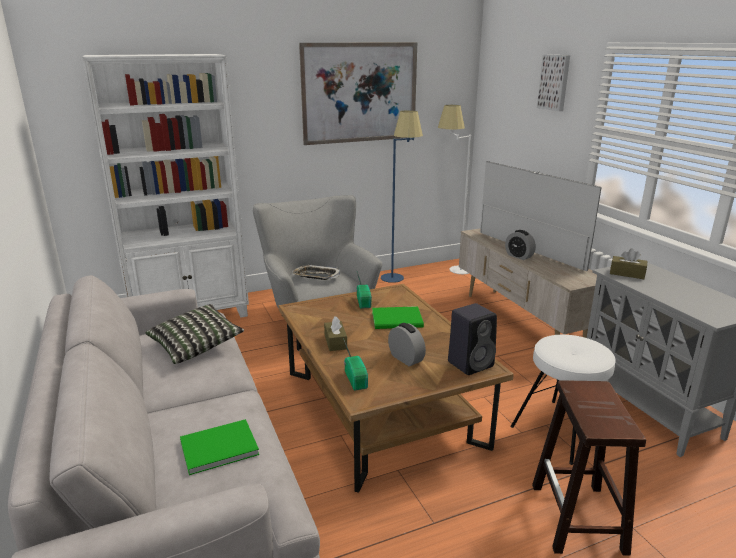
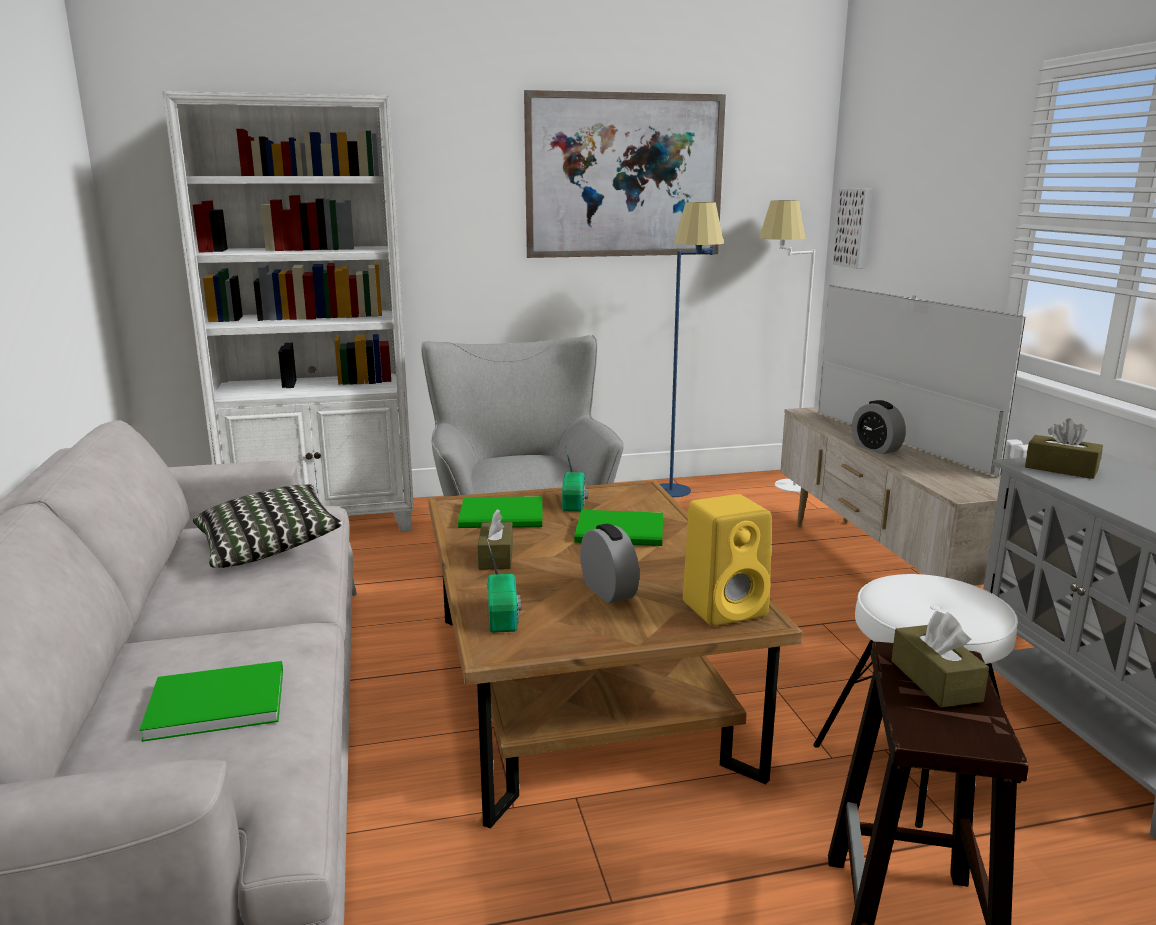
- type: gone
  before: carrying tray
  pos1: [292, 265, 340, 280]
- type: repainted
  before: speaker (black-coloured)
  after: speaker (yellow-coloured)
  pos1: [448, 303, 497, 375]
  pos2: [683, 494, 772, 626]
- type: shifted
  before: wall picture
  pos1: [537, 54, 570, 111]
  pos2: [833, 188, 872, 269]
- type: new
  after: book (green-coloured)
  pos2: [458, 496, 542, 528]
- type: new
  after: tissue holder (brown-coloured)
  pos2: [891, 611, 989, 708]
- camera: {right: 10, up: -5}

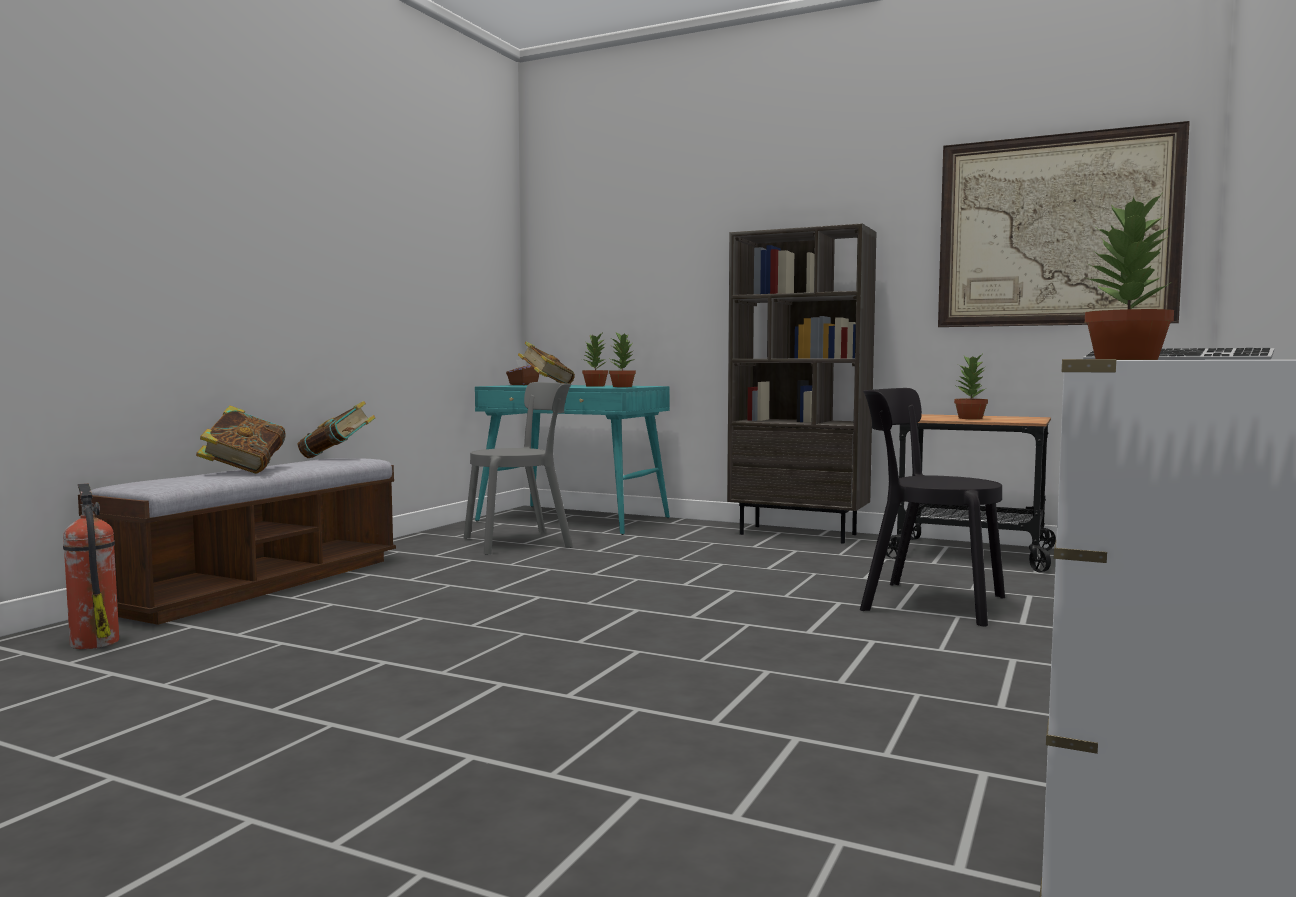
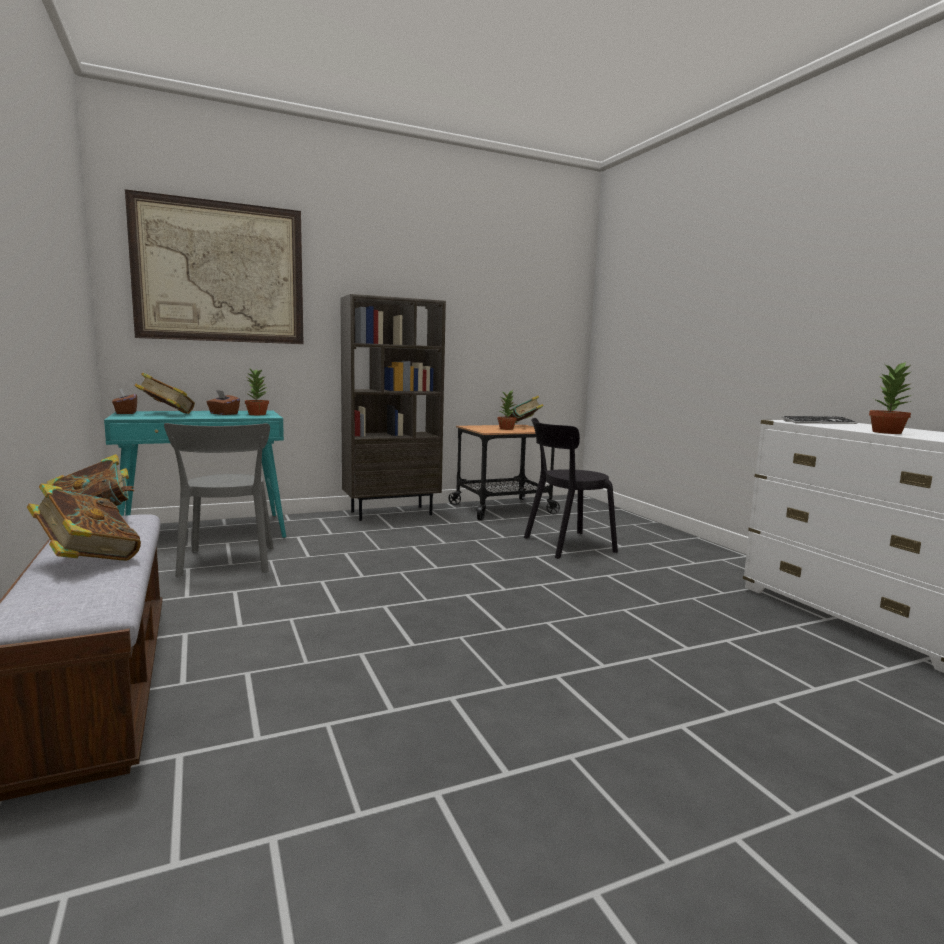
- type: gone
  before: fire extinguisher
  pos1: [63, 483, 119, 649]
- type: rotated
  before: chair (gray)
  pos1: [464, 382, 573, 555]
  pos2: [164, 423, 274, 577]
  turn: 150
- type: swapped
  before: houseplant
  after: tissue holder (brown-coloured)
  pos1: [582, 333, 608, 387]
  pos2: [207, 390, 240, 415]
- type: shifted
  before: wall picture
  pos1: [938, 121, 1190, 327]
  pos2: [125, 189, 304, 344]
- type: new
  after: book
  pos2: [505, 396, 544, 423]
- camera: {right: -50, up: 5}

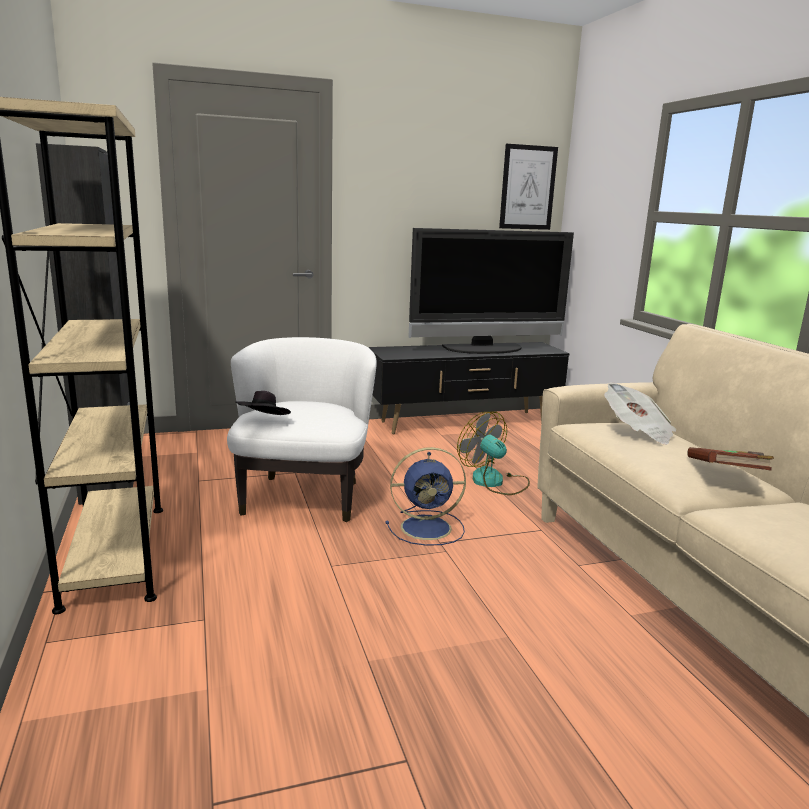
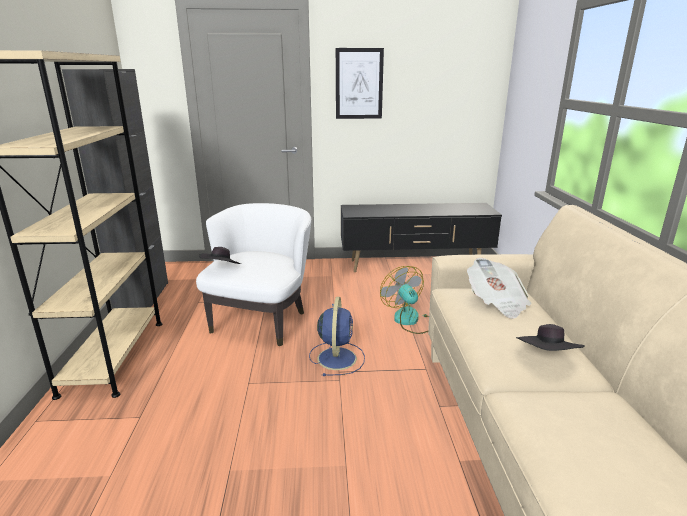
- type: rotated
  before: fan (bluish)
  pos1: [385, 447, 466, 546]
  pos2: [309, 297, 365, 376]
  turn: -90
- type: gone
  before: television
  pos1: [409, 228, 574, 354]
- type: shifted
  before: wall picture
  pos1: [499, 144, 558, 230]
  pos2: [336, 48, 384, 119]
- type: swapped
  before: book (brown-coloured)
  after: clothing hat (black-coloured)
  pos1: [687, 447, 774, 471]
  pos2: [516, 324, 585, 351]
- camera: {right: 15, up: 5}

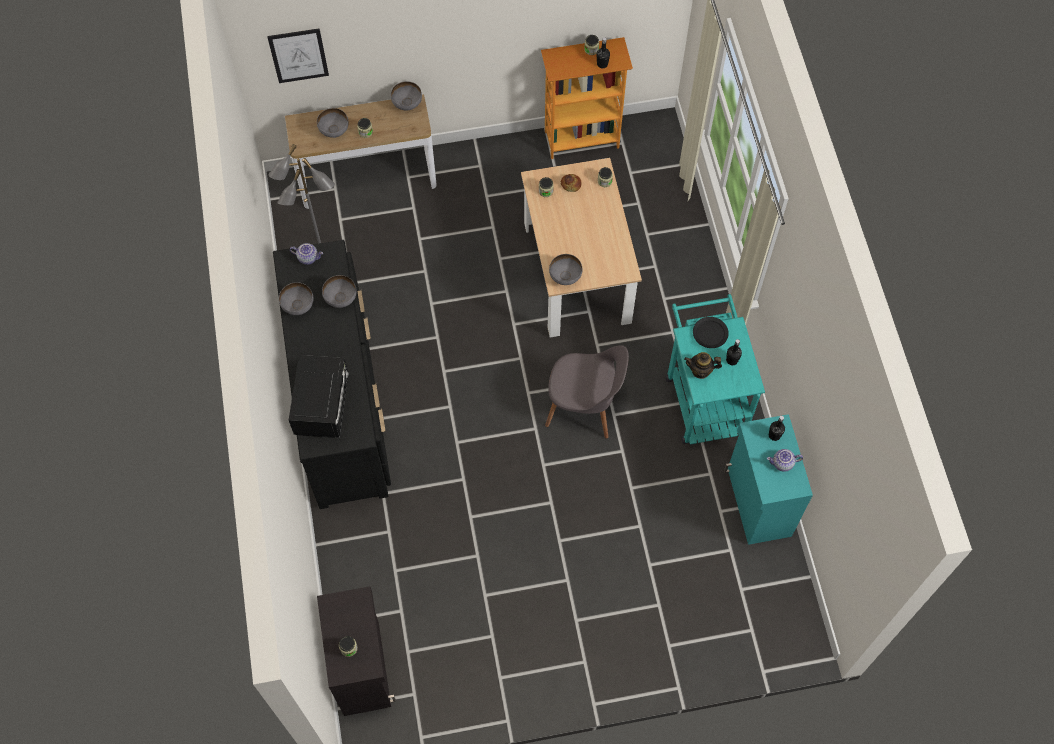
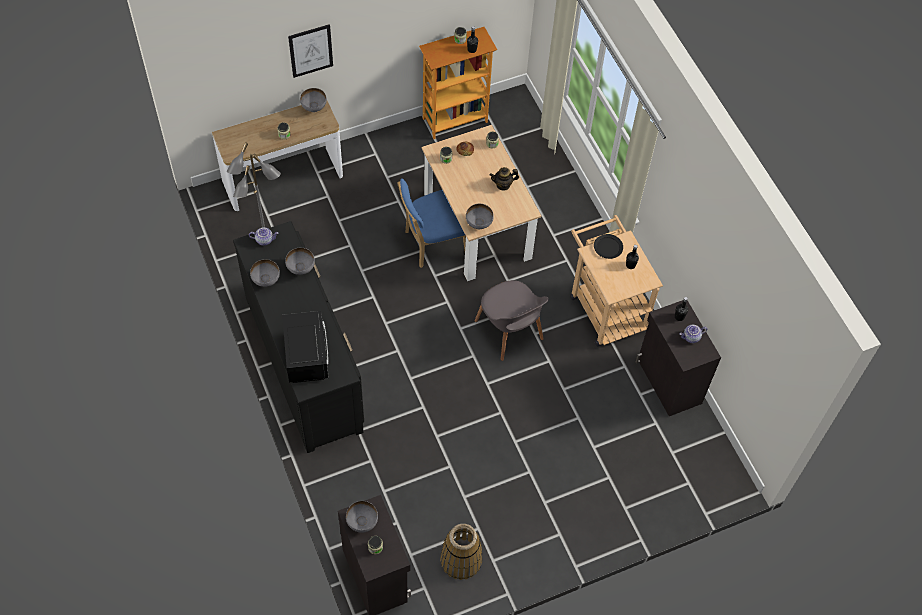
- type: shifted
  before: wall picture
  pos1: [267, 28, 329, 83]
  pos2: [288, 24, 333, 78]
- type: shifted
  before: bowl (gray)
  pos1: [317, 108, 349, 138]
  pos2: [346, 501, 378, 533]
- type: rotated
  before: chair (gray)
  pos1: [545, 345, 629, 439]
  pos2: [474, 280, 549, 361]
  turn: 60
- type: repainted
  before: wheeled cart (turquoise-coloured)
  after: wheeled cart (beige)
  pos1: [665, 294, 765, 444]
  pos2: [570, 215, 663, 346]
- type: shifted
  before: teapot
  pos1: [684, 352, 722, 379]
  pos2: [490, 167, 519, 191]
- type: repainted
  before: cabinet (turquoise-coloured)
  after: cabinet (black-coloured)
  pos1: [724, 414, 813, 545]
  pos2: [636, 300, 721, 416]
- type: new
  after: chair (bluish)
  pos2: [398, 178, 466, 268]
- type: new
  after: storage basket
  pos2: [440, 524, 482, 580]
- camera: {right: -15, up: -5}

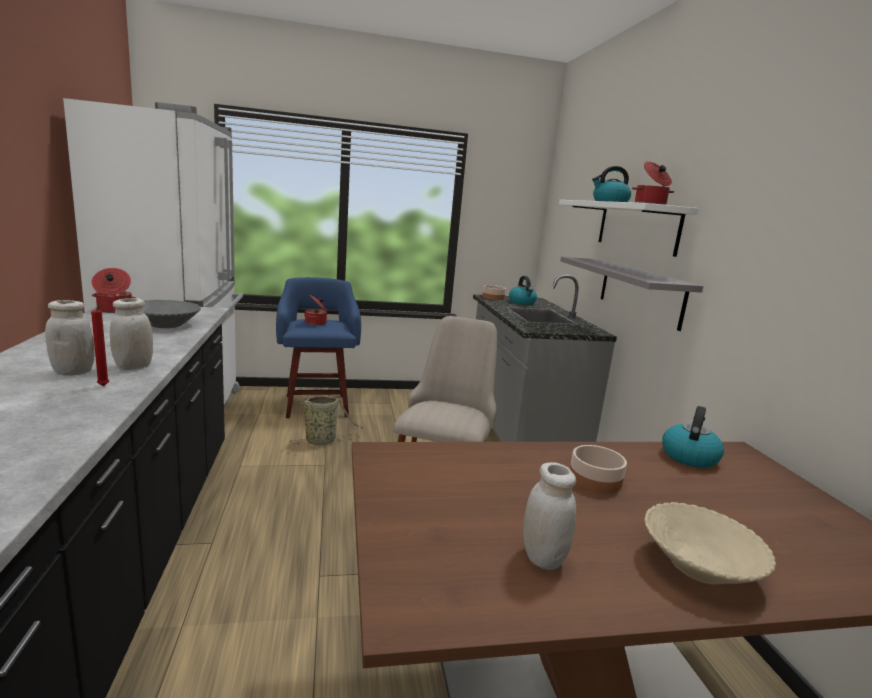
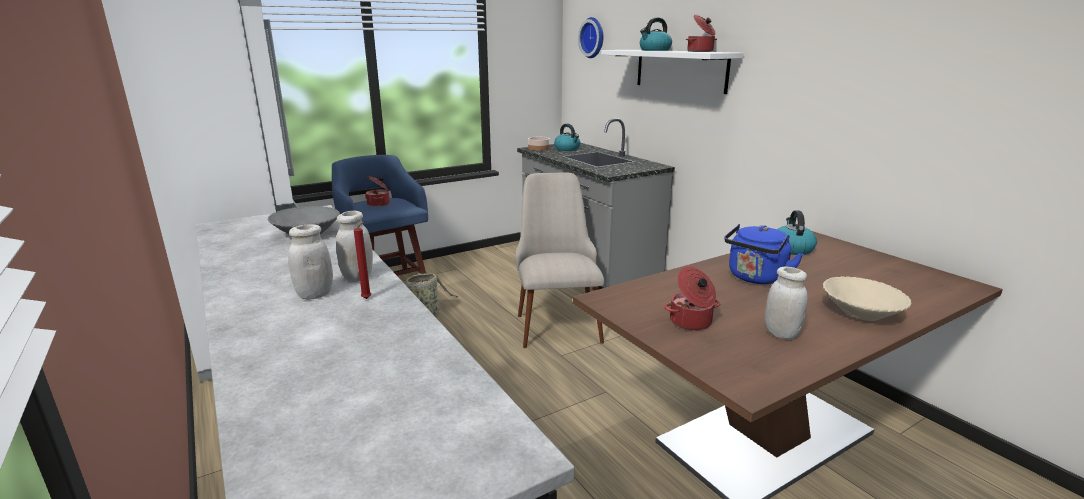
- type: shifted
  before: saucepot
  pos1: [92, 268, 135, 313]
  pos2: [664, 266, 720, 330]
- type: gone
  before: shelf (gray)
  pos1: [560, 257, 703, 331]
- type: swapped
  before: bowl
  after: tea kettle (bluish)
  pos1: [570, 445, 627, 493]
  pos2: [724, 224, 803, 284]
- type: new
  after: wall clock
  pos2: [578, 17, 604, 58]
- camera: {right: -20, up: 5}

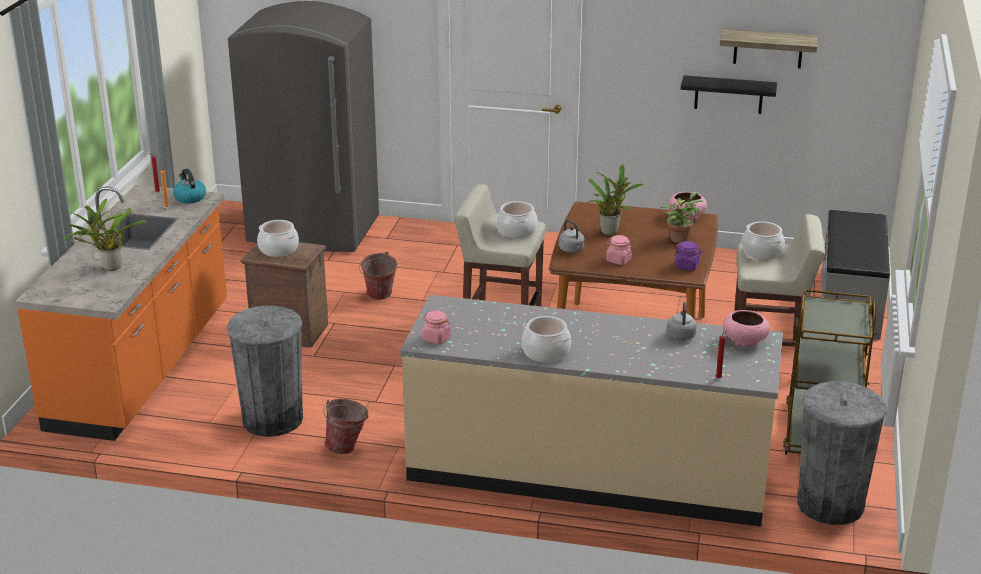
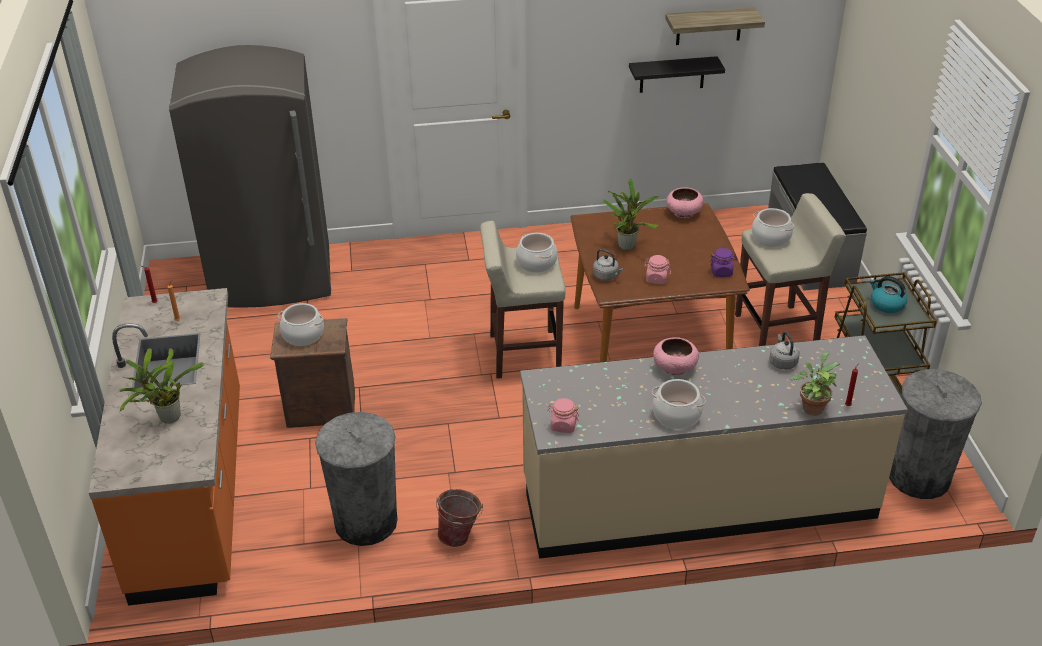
- type: shifted
  before: tea kettle
  pos1: [173, 169, 206, 204]
  pos2: [870, 276, 907, 313]
- type: gone
  before: bucket
  pos1: [359, 252, 397, 300]
- type: shifted
  before: houseplant
  pos1: [660, 191, 703, 243]
  pos2: [790, 351, 839, 416]
- type: shifted
  before: bowl (pinkish)
  pos1: [723, 310, 770, 347]
  pos2: [653, 337, 699, 375]
- camera: {right: -20, up: 10}

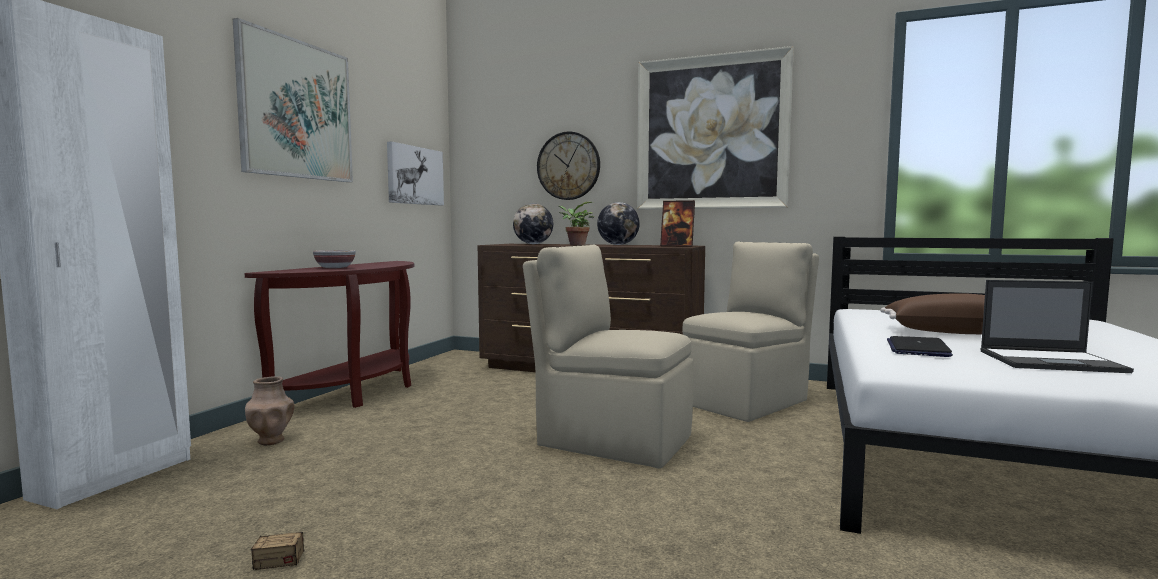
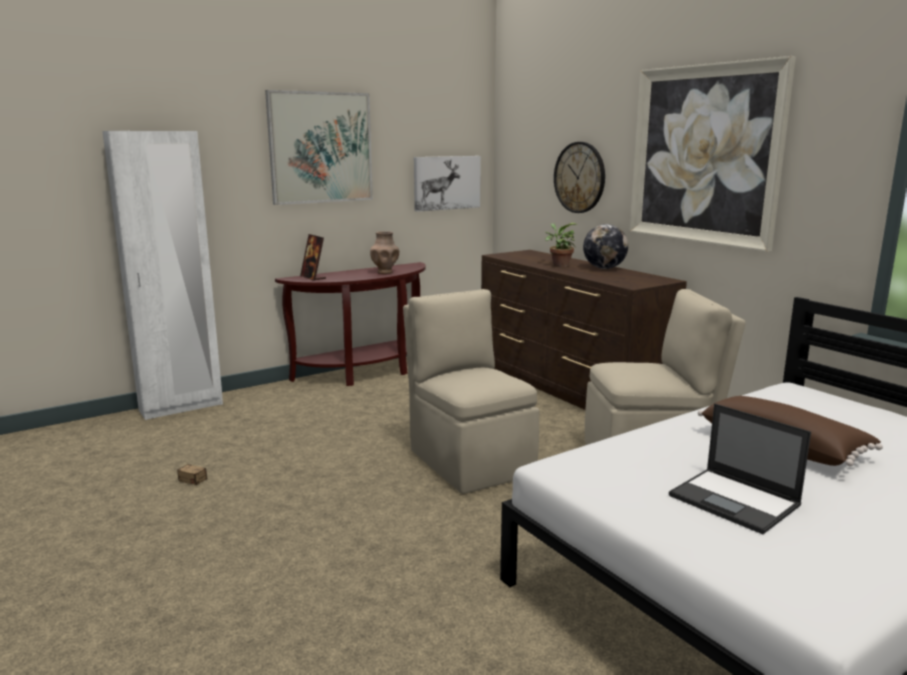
- type: shifted
  before: decorative vase (brown-coloured)
  pos1: [245, 376, 294, 445]
  pos2: [370, 231, 399, 274]
- type: gone
  before: bowl
  pos1: [313, 250, 356, 268]
- type: gone
  before: desk globe
  pos1: [513, 203, 553, 244]
- type: shifted
  before: standing frame
  pos1: [660, 200, 695, 247]
  pos2: [300, 234, 326, 281]
- type: gone
  before: notebook computer
  pos1: [887, 336, 953, 357]
- camera: {right: 35, up: 10}

